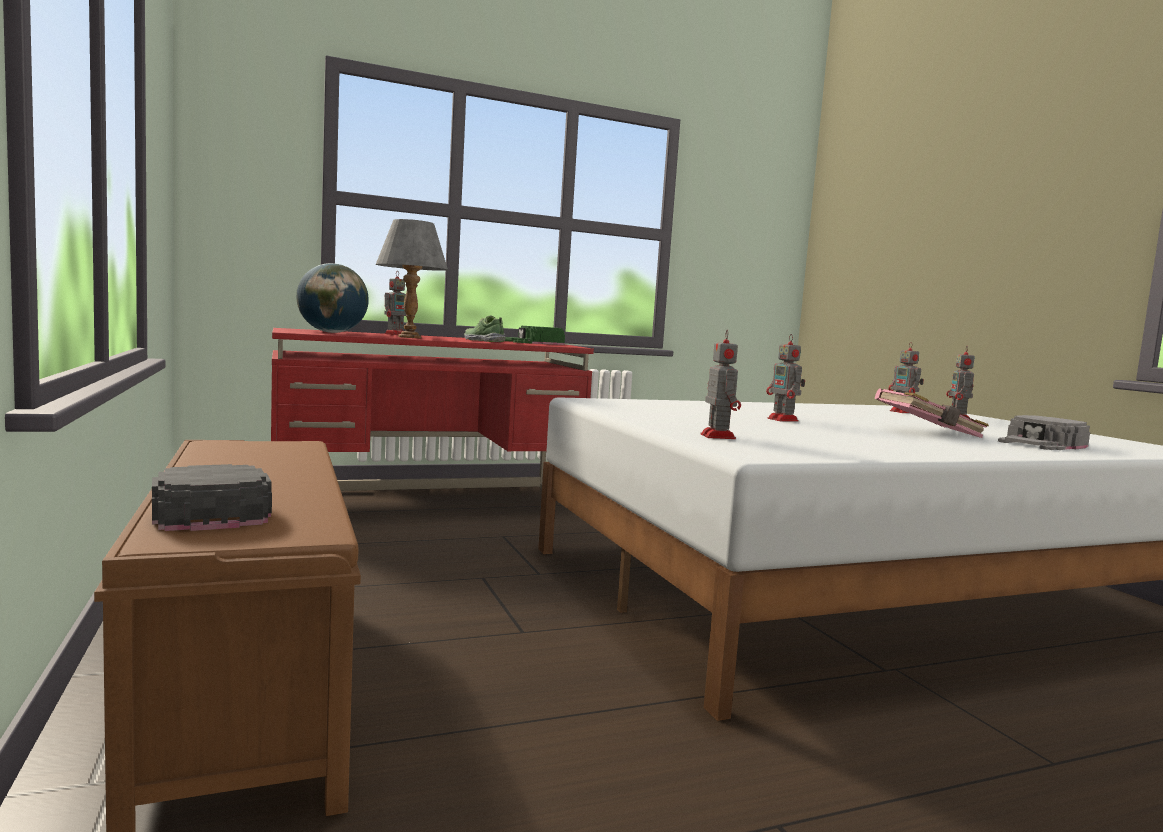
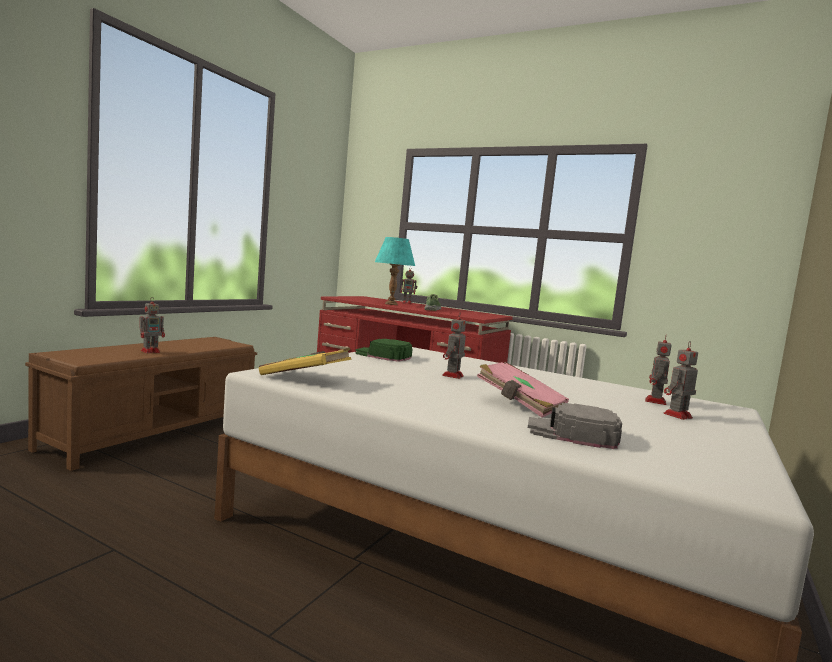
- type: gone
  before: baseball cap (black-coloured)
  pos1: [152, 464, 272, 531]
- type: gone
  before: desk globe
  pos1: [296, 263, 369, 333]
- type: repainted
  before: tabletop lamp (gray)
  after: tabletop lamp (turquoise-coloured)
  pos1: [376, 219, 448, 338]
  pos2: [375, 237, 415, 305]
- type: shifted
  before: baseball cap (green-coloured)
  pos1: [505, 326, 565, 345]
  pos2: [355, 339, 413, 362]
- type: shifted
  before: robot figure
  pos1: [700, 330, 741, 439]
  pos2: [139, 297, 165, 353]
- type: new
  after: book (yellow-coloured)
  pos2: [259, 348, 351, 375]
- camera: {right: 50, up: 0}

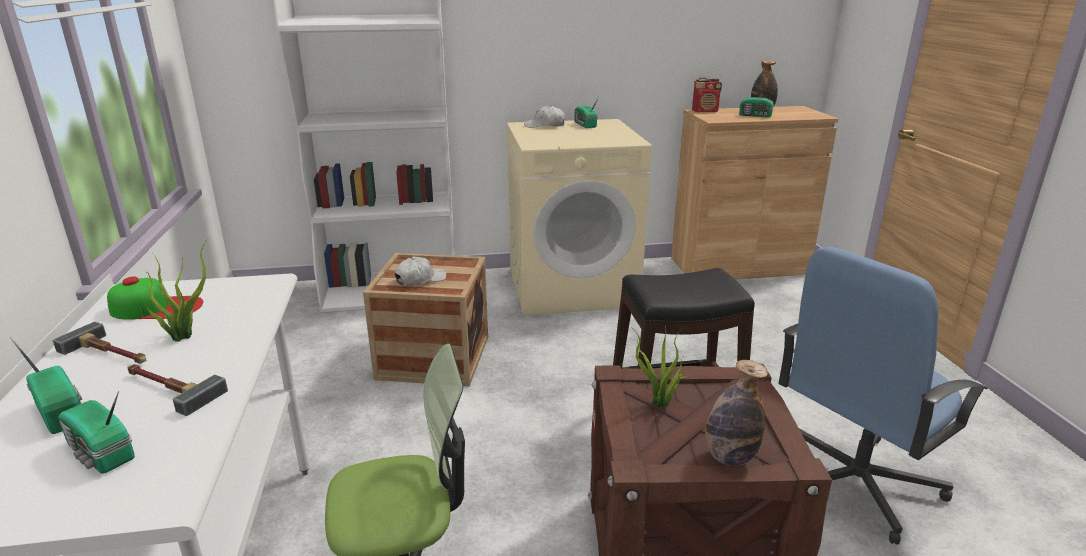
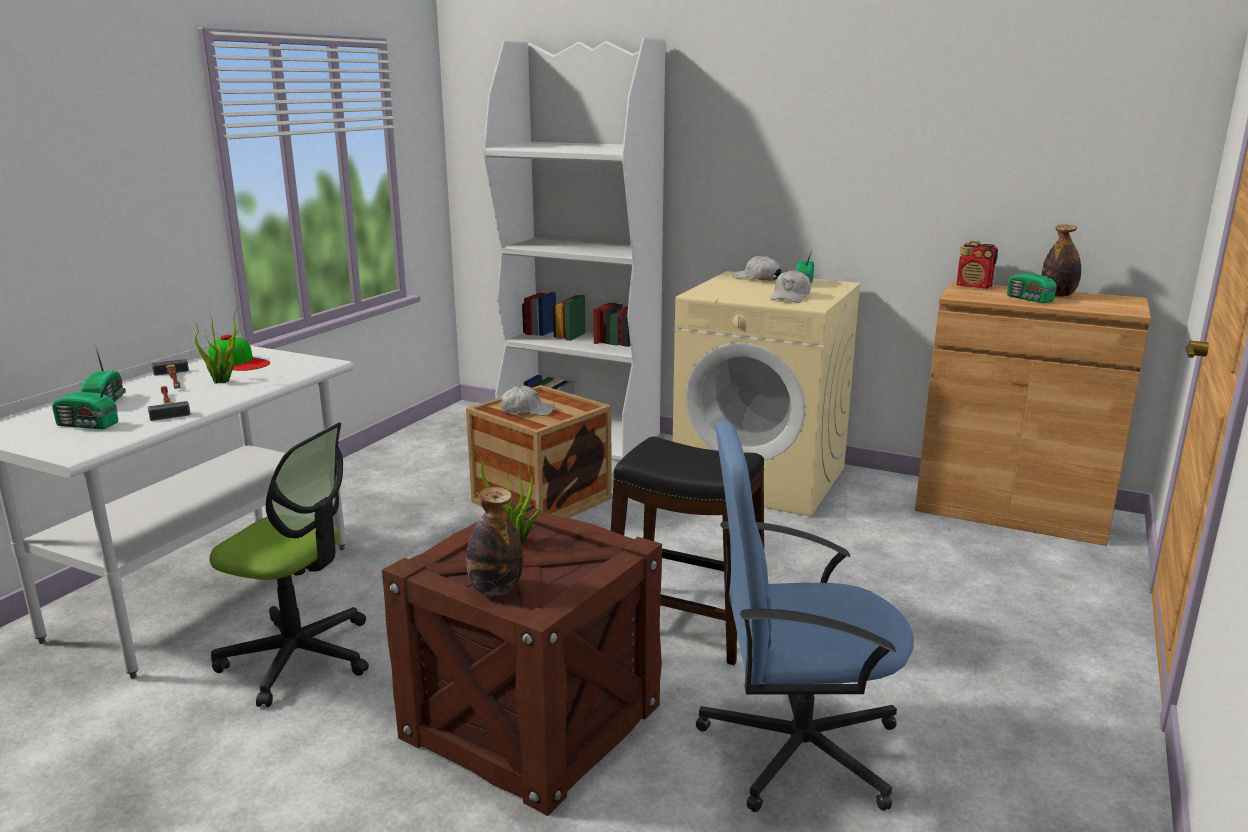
- type: rotated
  before: radio
  pos1: [59, 391, 135, 474]
  pos2: [52, 369, 118, 429]
  turn: -60
- type: new
  after: baseball cap (white-coloured)
  pos2: [770, 270, 811, 303]
- camera: {right: 35, up: -5}

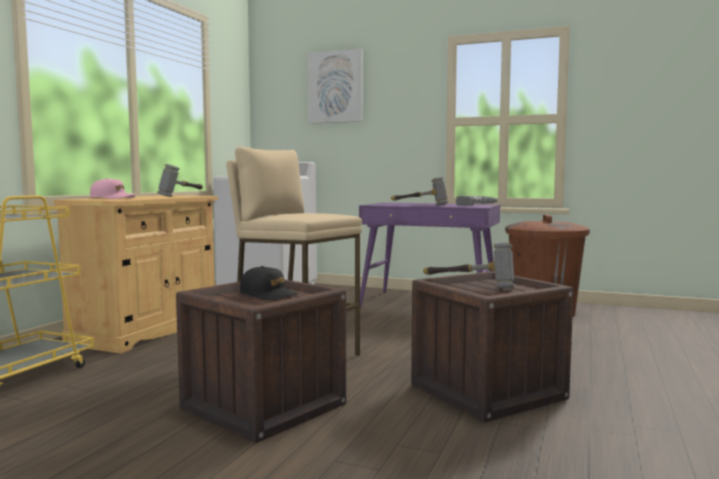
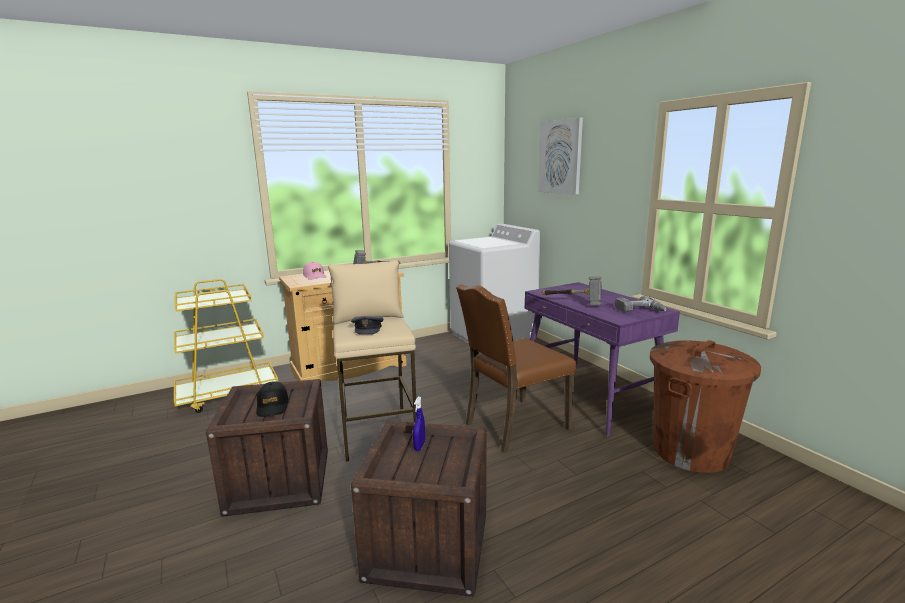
- type: swapped
  before: hand hammer
  after: sprayer (bluish)
  pos1: [423, 242, 515, 289]
  pos2: [413, 396, 425, 451]
- type: new
  after: baseball cap (gray)
  pos2: [351, 316, 384, 334]
- type: new
  after: chair (brown-coloured)
  pos2: [456, 284, 576, 453]
- camera: {right: 40, up: 10}

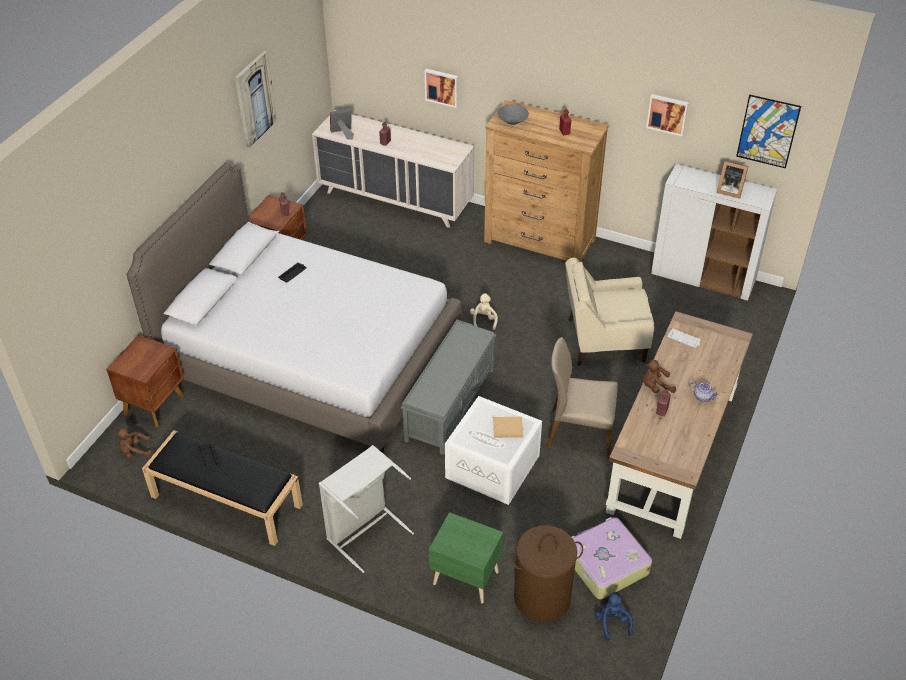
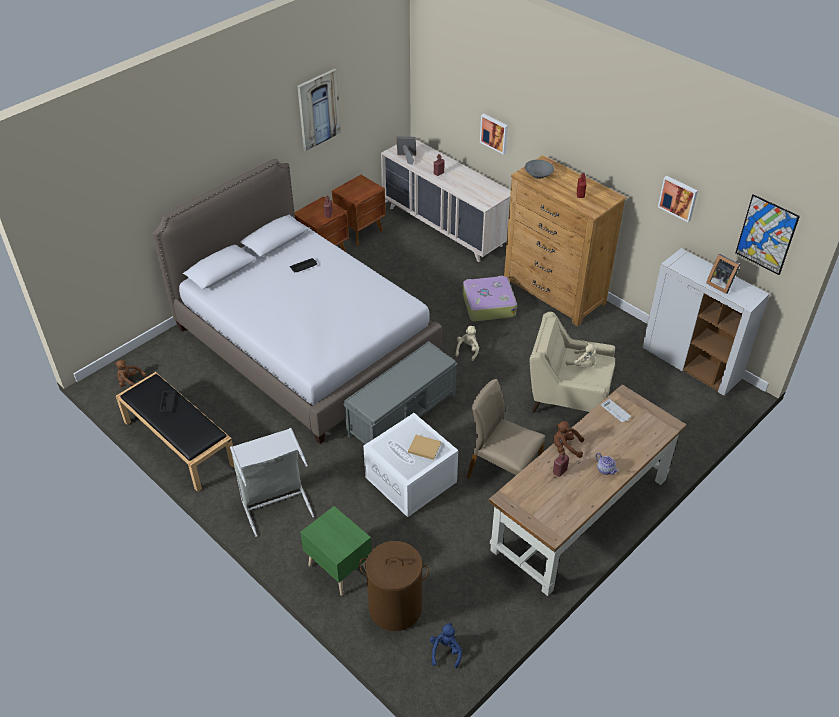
- type: shifted
  before: bedside table (brown-coloured)
  pos1: [106, 335, 184, 428]
  pos2: [332, 175, 386, 246]
- type: shifted
  before: travel case
  pos1: [572, 517, 652, 599]
  pos2: [463, 275, 517, 321]
- type: new
  after: plush toy (beige)
  pos2: [566, 343, 596, 366]
- camera: {right: 20, up: 0}

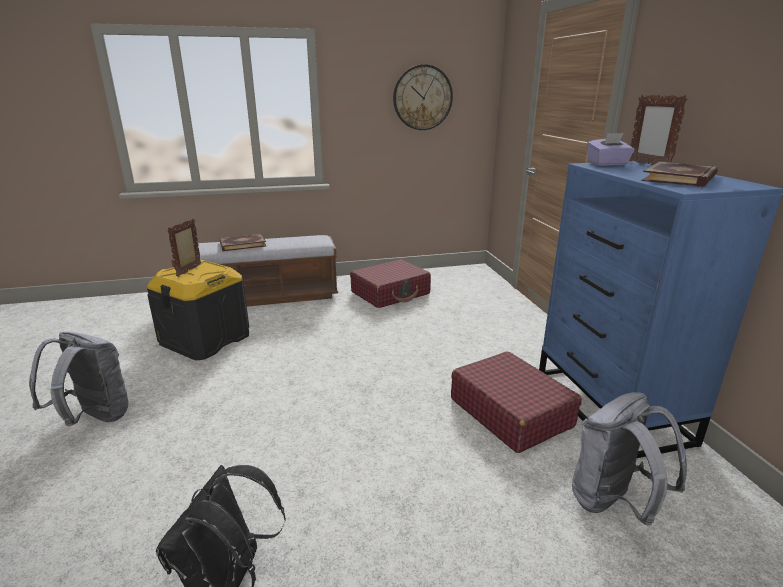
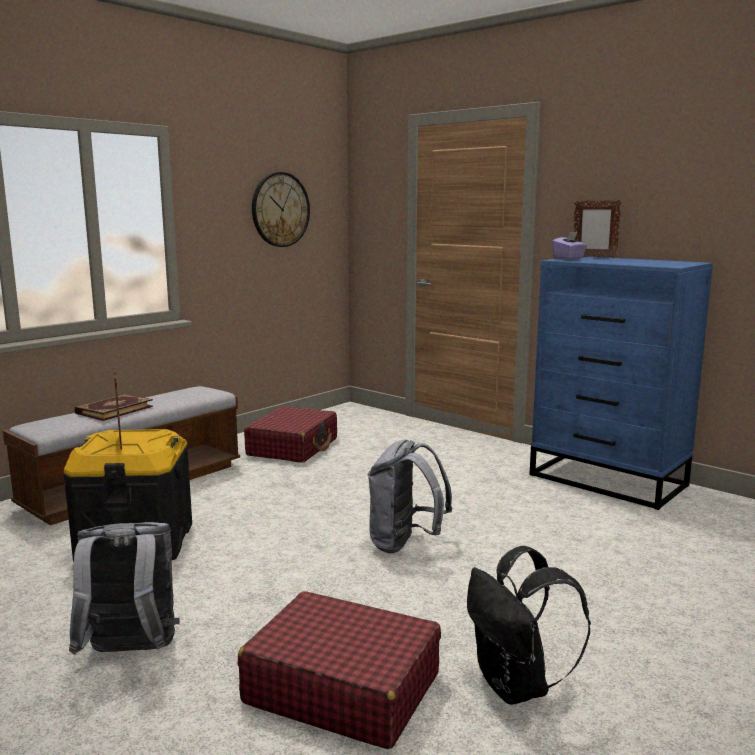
- type: shifted
  before: travel case (red)
  pos1: [451, 351, 582, 453]
  pos2: [238, 591, 441, 749]
- type: shifted
  before: knapsack (gray)
  pos1: [572, 392, 687, 526]
  pos2: [367, 440, 453, 553]
- type: gone
  before: book
  pos1: [641, 161, 718, 187]
- camera: {right: -35, up: -10}

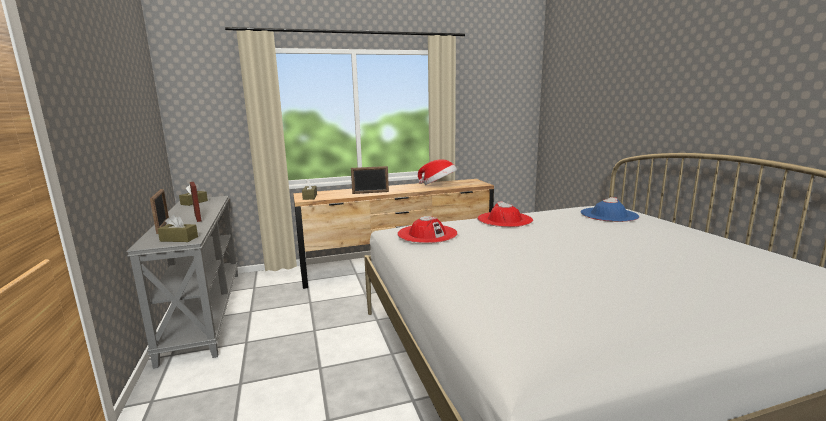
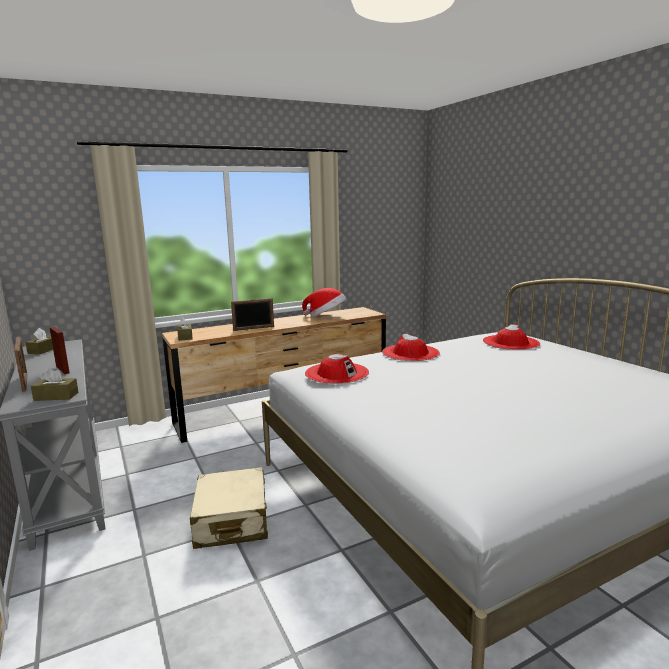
- type: repainted
  before: clothing hat (bluish)
  after: clothing hat (red)
  pos1: [581, 197, 639, 222]
  pos2: [483, 324, 540, 350]
- type: new
  after: travel case (beige)
  pos2: [190, 467, 268, 549]
- camera: {right: -10, up: 0}

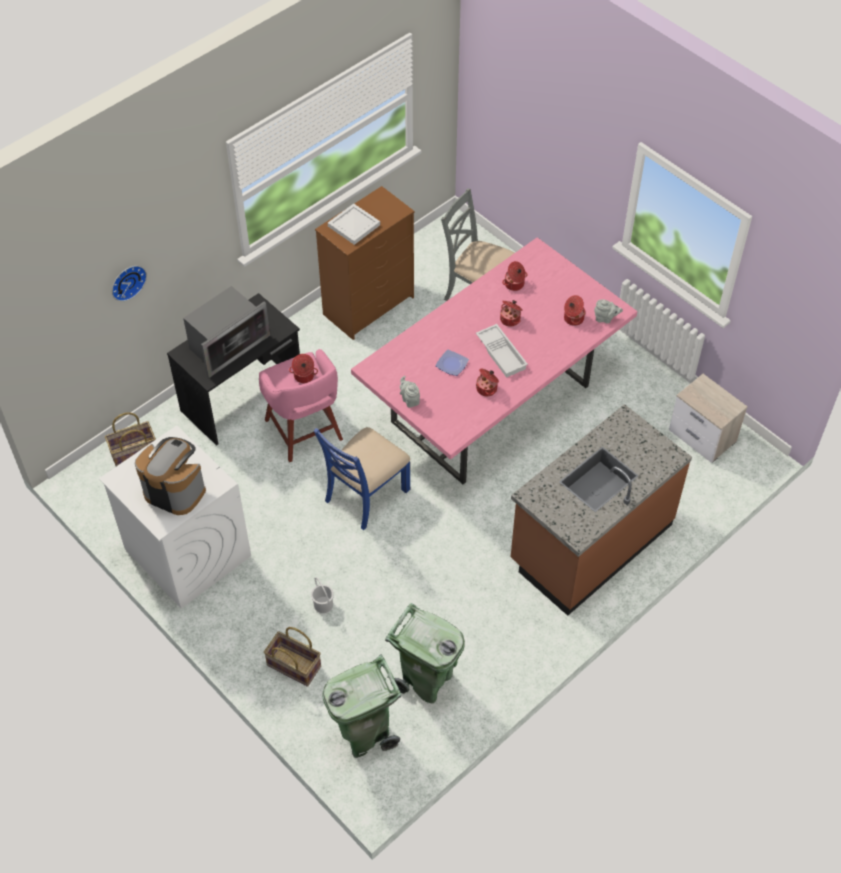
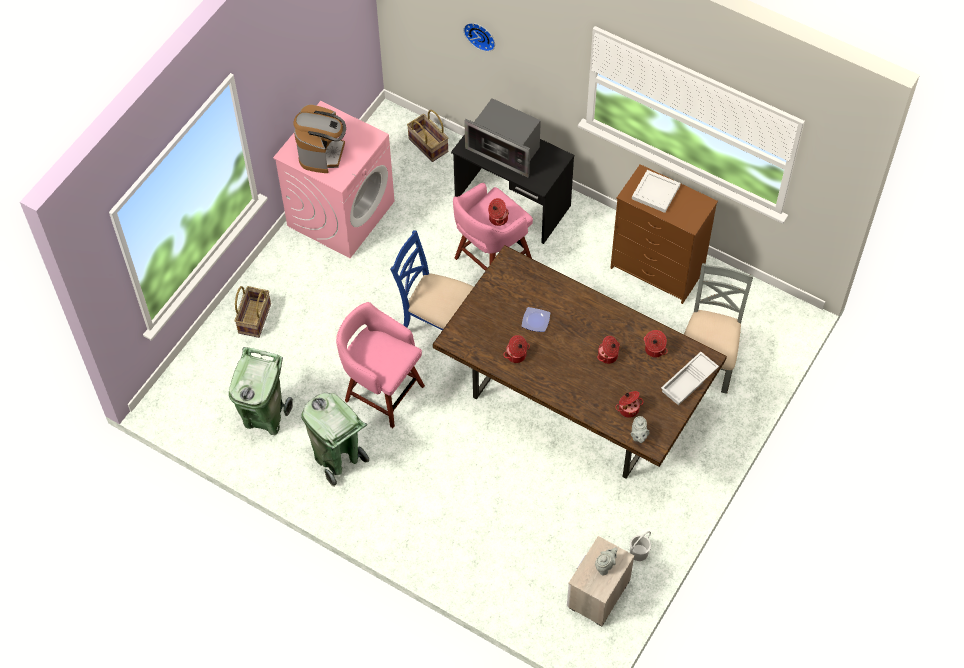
- type: repainted
  before: laundry appliance (white-coloured)
  after: laundry appliance (pinkish)
  pos1: [99, 425, 251, 609]
  pos2: [273, 101, 395, 258]
- type: shifted
  before: bucket (white-coloured)
  pos1: [311, 577, 334, 613]
  pos2: [630, 531, 651, 561]
- type: shifted
  before: trash can (green-coloured)
  pos1: [323, 655, 401, 758]
  pos2: [301, 393, 369, 487]
- type: repainted
  before: dinner table (pinkish)
  after: dinner table (brown-coloured)
  pos1: [351, 237, 637, 484]
  pos2: [433, 245, 727, 479]
- type: shifted
  before: teapot (gray)
  pos1: [400, 376, 420, 408]
  pos2: [595, 548, 618, 575]
- type: shifted
  before: carrying tray (white-coloured)
  pos1: [476, 324, 528, 378]
  pos2: [661, 352, 719, 405]
- type: gone
  before: kitchen counter (brown-coloured)
  pos1: [511, 404, 692, 616]
- type: new
  after: sitting stool (pinkish)
  pos2: [336, 302, 425, 428]
- camera: {right: 75, up: 5}

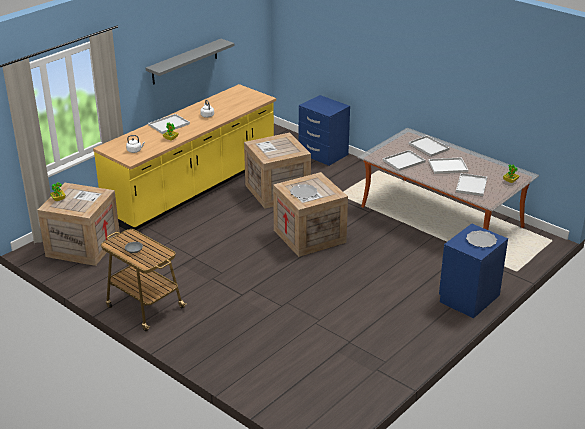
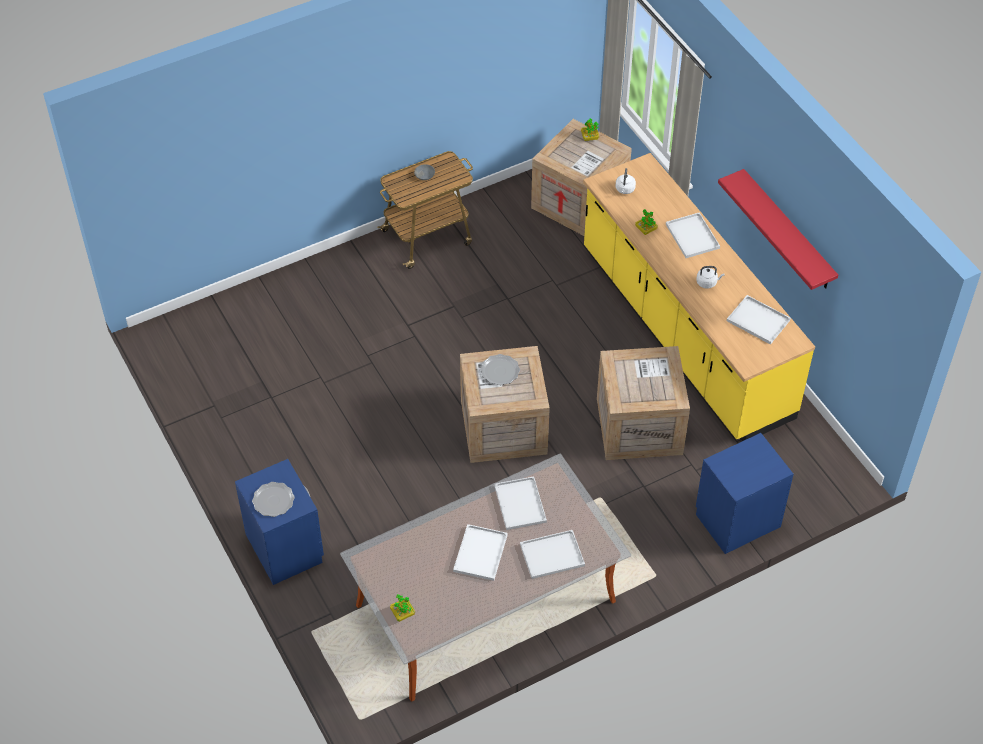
- type: repainted
  before: shelf (gray)
  after: shelf (red)
  pos1: [146, 39, 234, 85]
  pos2: [718, 169, 838, 290]
- type: shifted
  before: carrying tray (white-coloured)
  pos1: [456, 173, 487, 196]
  pos2: [727, 295, 791, 345]
- camera: {right: 110, up: 20}

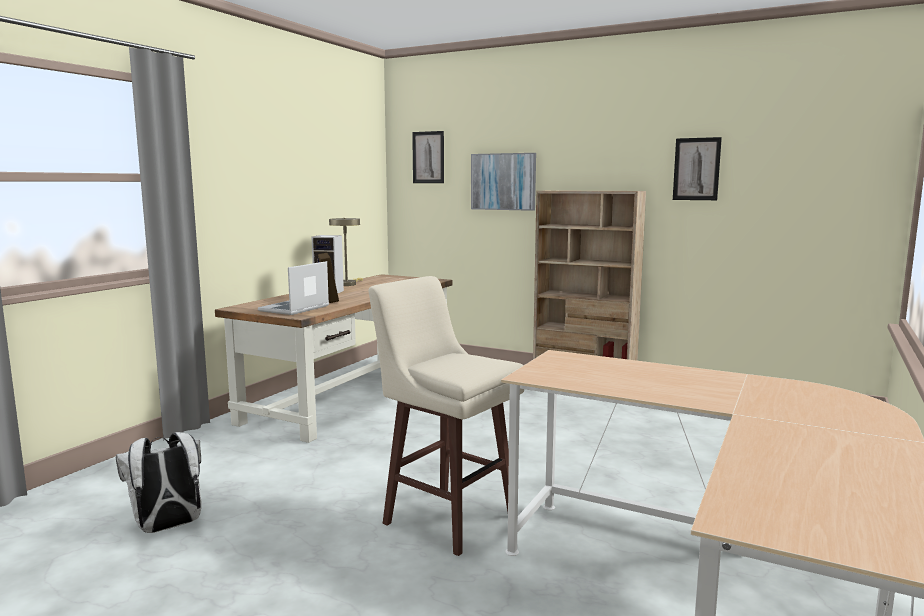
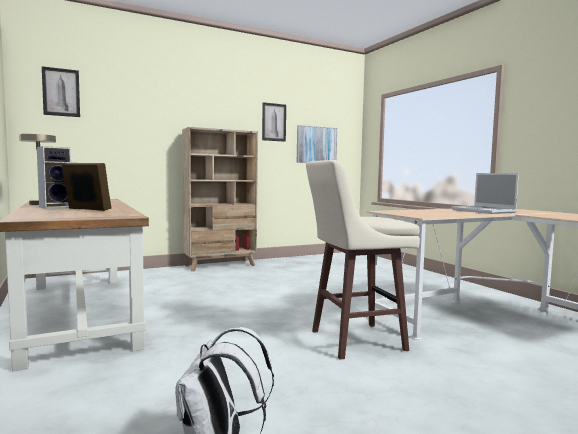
- type: shifted
  before: notebook computer
  pos1: [258, 261, 329, 315]
  pos2: [451, 173, 519, 214]
- type: shifted
  before: wall picture
  pos1: [471, 153, 536, 211]
  pos2: [297, 125, 337, 163]
- camera: {right: -55, up: -5}

